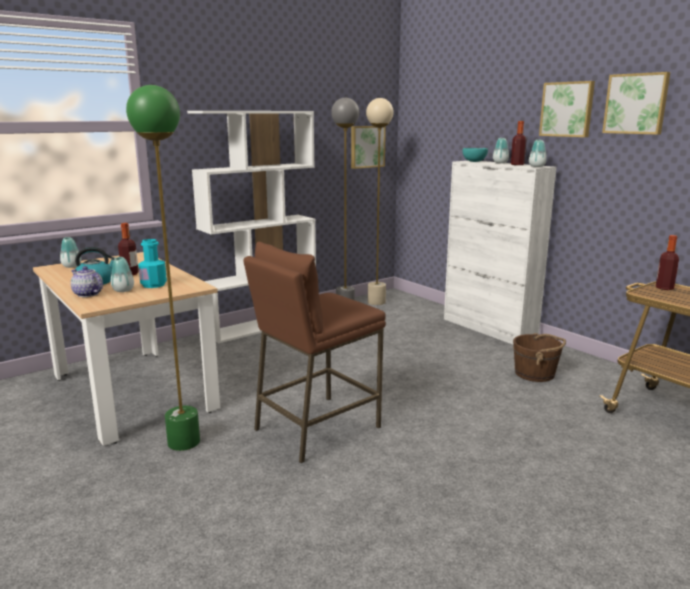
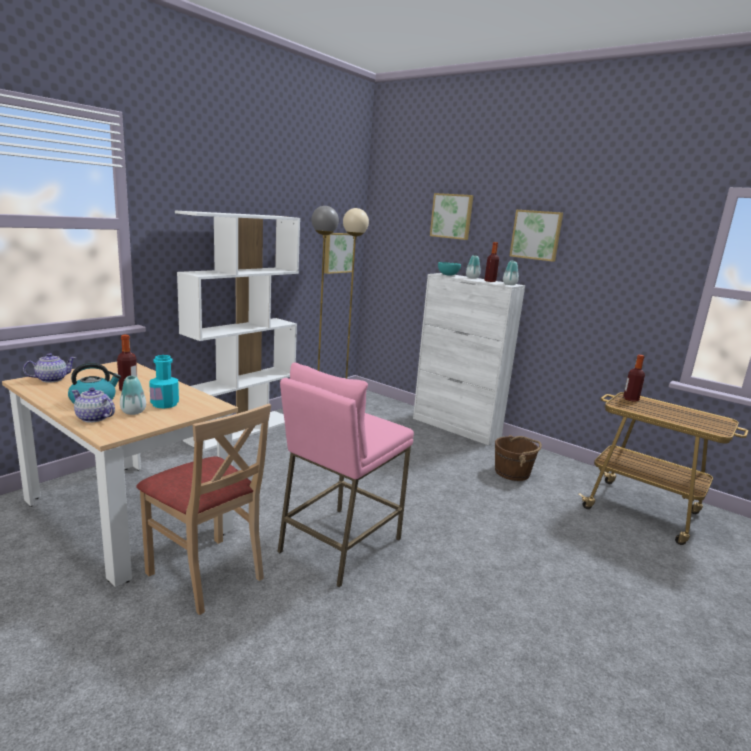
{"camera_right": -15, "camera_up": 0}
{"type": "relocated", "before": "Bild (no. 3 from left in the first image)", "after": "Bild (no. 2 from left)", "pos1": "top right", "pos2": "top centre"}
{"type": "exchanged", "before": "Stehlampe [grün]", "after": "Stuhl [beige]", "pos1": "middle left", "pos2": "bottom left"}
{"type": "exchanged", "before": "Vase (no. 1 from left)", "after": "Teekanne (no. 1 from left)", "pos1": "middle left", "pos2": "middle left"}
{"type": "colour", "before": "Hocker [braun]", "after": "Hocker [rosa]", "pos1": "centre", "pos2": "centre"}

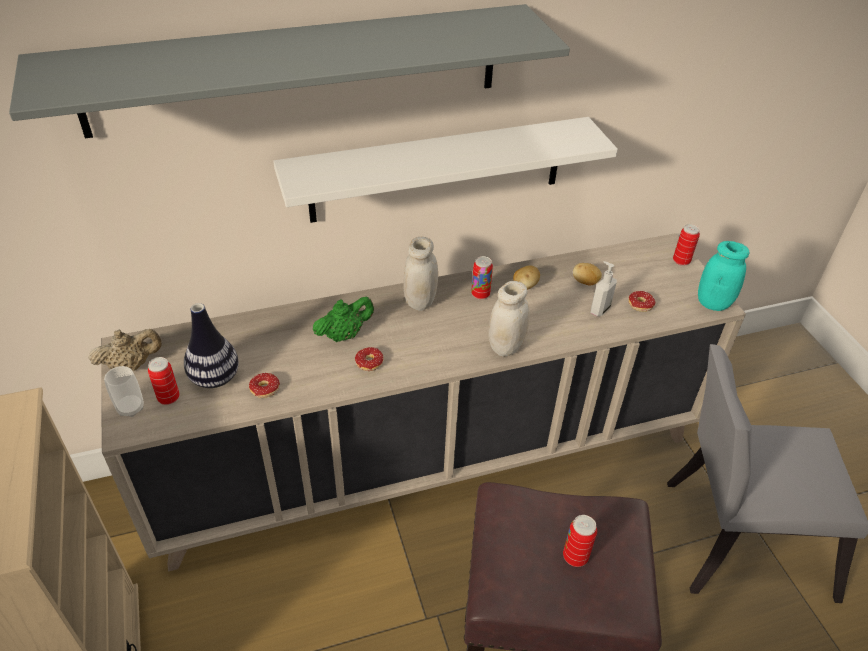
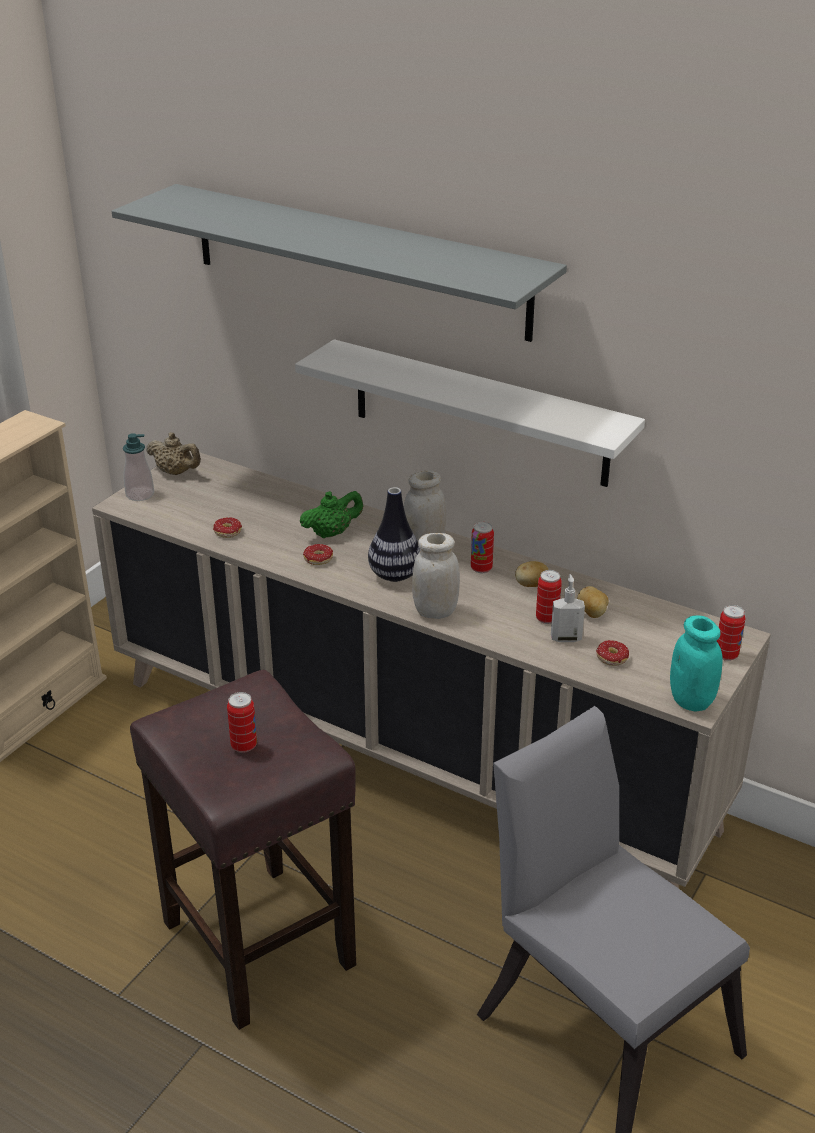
{"camera_right": 50, "camera_up": -10}
{"type": "spun", "before": "Teekanne [grün]", "pos1": "centre", "pos2": "centre", "turn": -45}
{"type": "relocated", "before": "Vase", "pos1": "middle left", "pos2": "centre"}
{"type": "relocated", "before": "Dose (no. 1 from left in the first image)", "after": "Dose (no. 3 from left)", "pos1": "middle left", "pos2": "middle right"}
{"type": "exchanged", "before": "Tasse", "after": "Seifenspender (no. 1 from left)", "pos1": "middle left", "pos2": "middle left"}

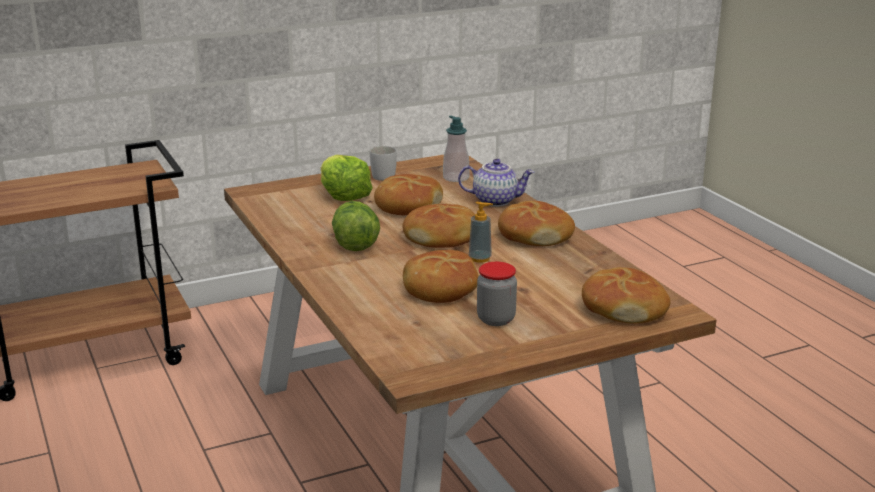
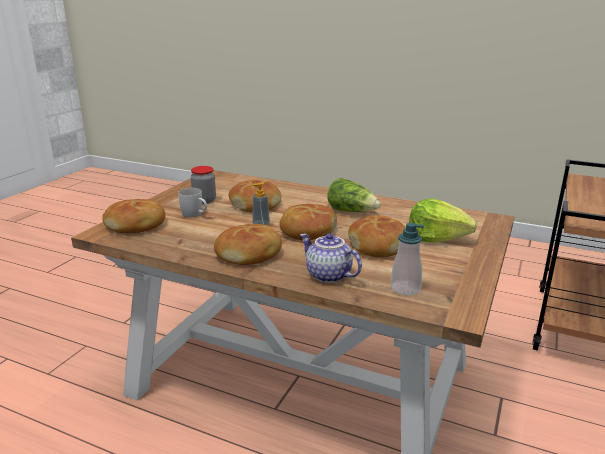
{"camera_right": 140, "camera_up": 0}
{"type": "relocated", "before": "Henkelbecher [weiß]", "pos1": "top centre", "pos2": "middle left"}
{"type": "spun", "before": "Teekanne", "pos1": "centre", "pos2": "centre", "turn": 75}

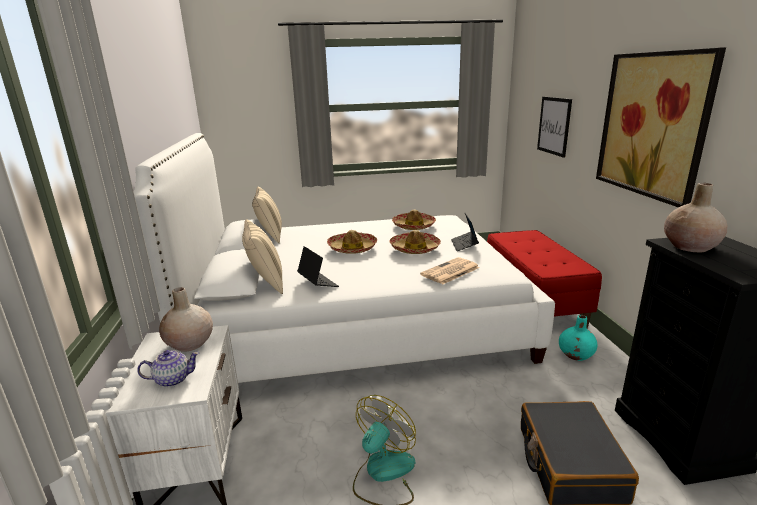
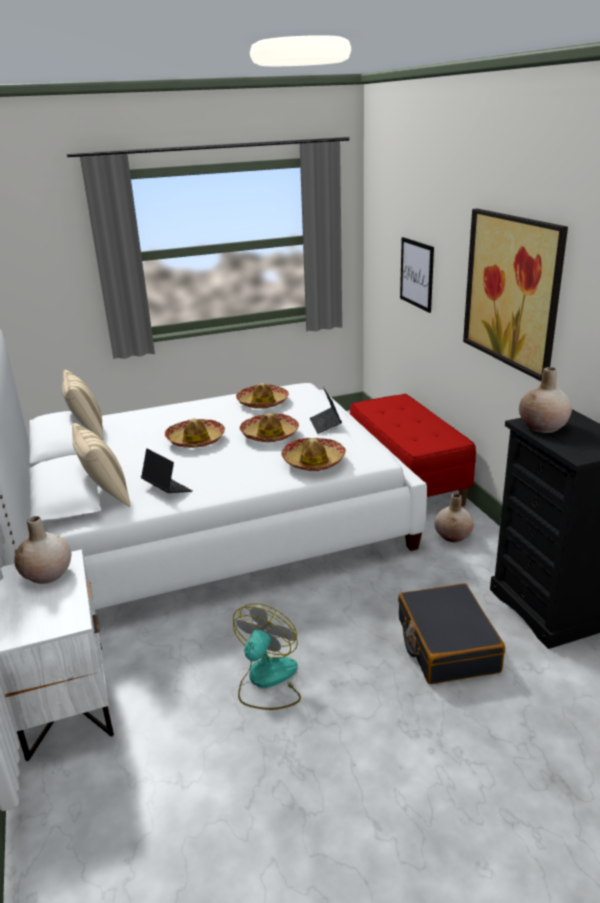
{"camera_right": -10, "camera_up": 5}
{"type": "exchanged", "before": "Zeitung", "after": "Hut (no. 4 from left)", "pos1": "centre", "pos2": "centre"}
{"type": "colour", "before": "Vase [türkis]", "after": "Vase [beige] (no. 2 from left)", "pos1": "bottom right", "pos2": "middle right"}
{"type": "missing", "before": "Teekanne", "pos1": "bottom left"}

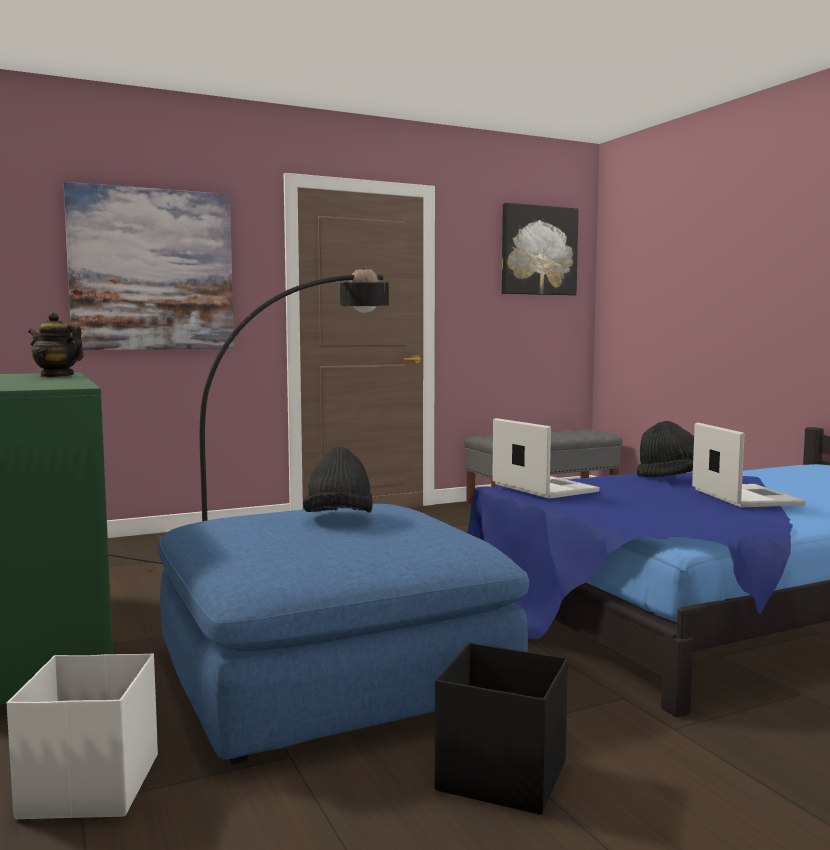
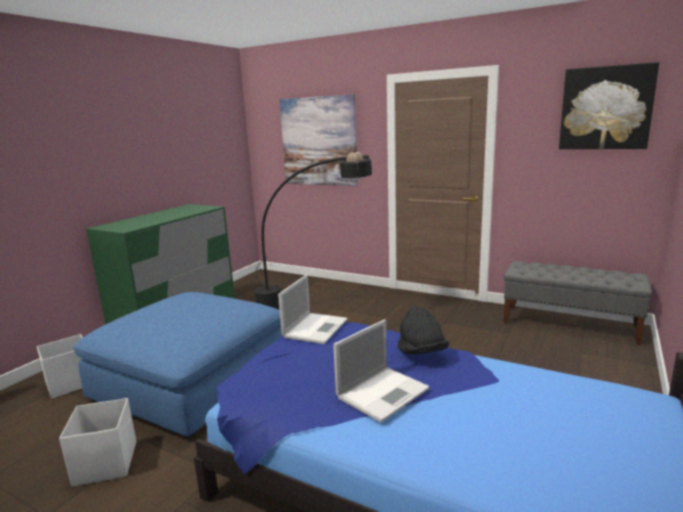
{"camera_right": 55, "camera_up": 10}
{"type": "missing", "before": "Teekanne", "pos1": "middle left"}
{"type": "missing", "before": "Hut [schwarz] (no. 1 from left)", "pos1": "centre"}
{"type": "colour", "before": "Aufbewahrungsbox [schwarz]", "after": "Aufbewahrungsbox [weiß] (no. 2 from left)", "pos1": "bottom centre", "pos2": "bottom left"}

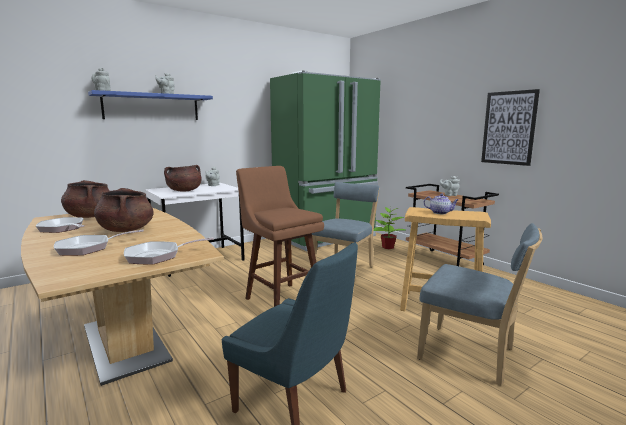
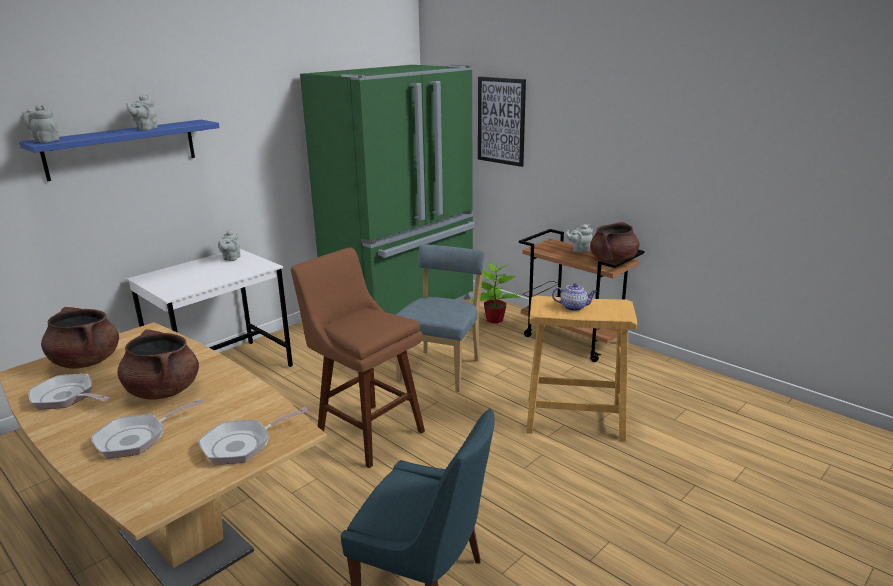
{"camera_right": -10, "camera_up": 10}
{"type": "relocated", "before": "Bild", "pos1": "top right", "pos2": "top centre"}
{"type": "relocated", "before": "Kochtopf [braun] (no. 3 from left)", "pos1": "middle left", "pos2": "middle right"}
{"type": "missing", "before": "Stuhl [blau] (no. 3 from left)", "pos1": "bottom right"}

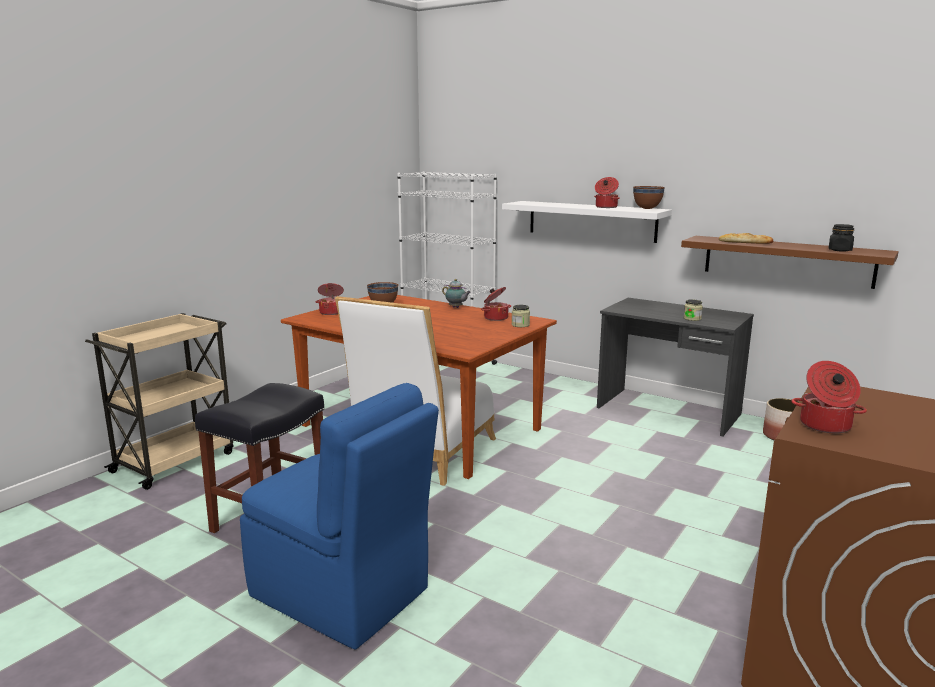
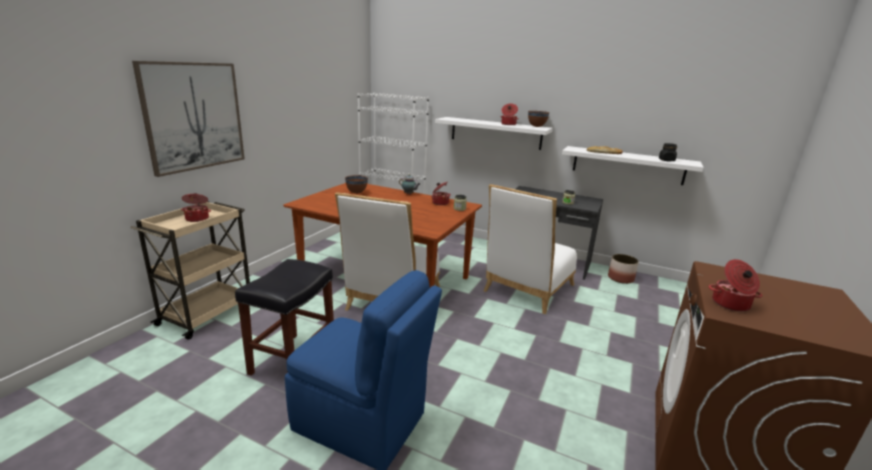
{"camera_right": -10, "camera_up": 5}
{"type": "colour", "before": "Wandregal [braun]", "after": "Wandregal [weiß] (no. 2 from left)", "pos1": "middle right", "pos2": "middle right"}
{"type": "relocated", "before": "Kochtopf (no. 1 from left)", "pos1": "centre", "pos2": "middle left"}
{"type": "appeared", "after": "Bild", "pos2": "top left"}
{"type": "appeared", "after": "Stuhl [weiß] (no. 2 from left)", "pos2": "centre"}

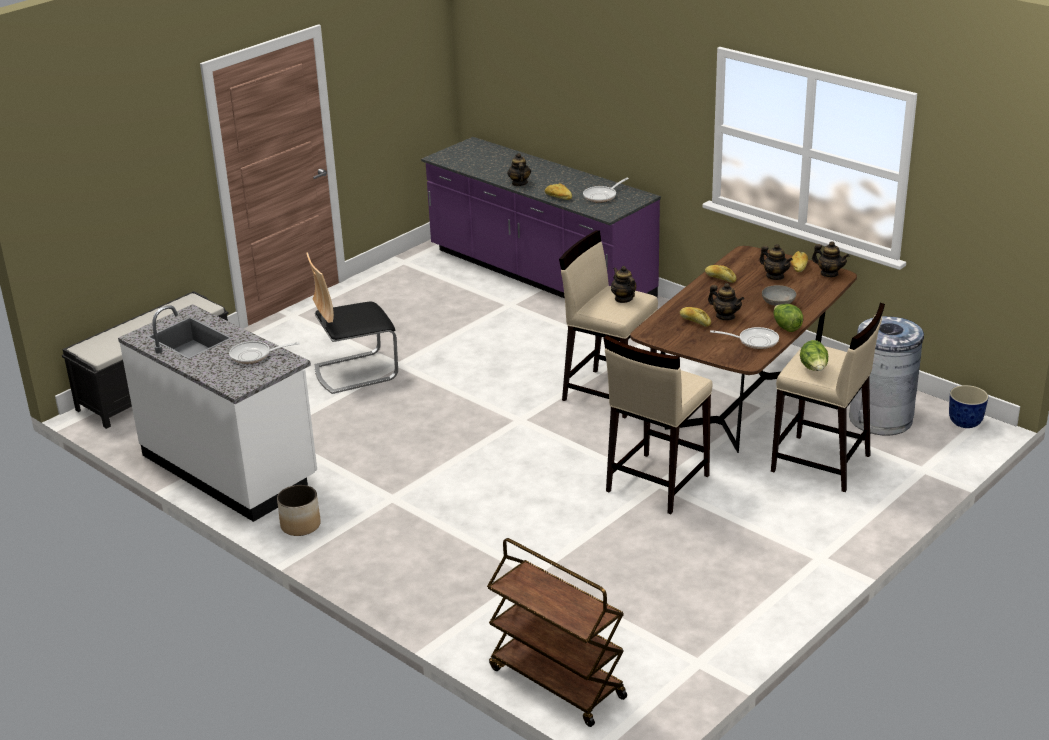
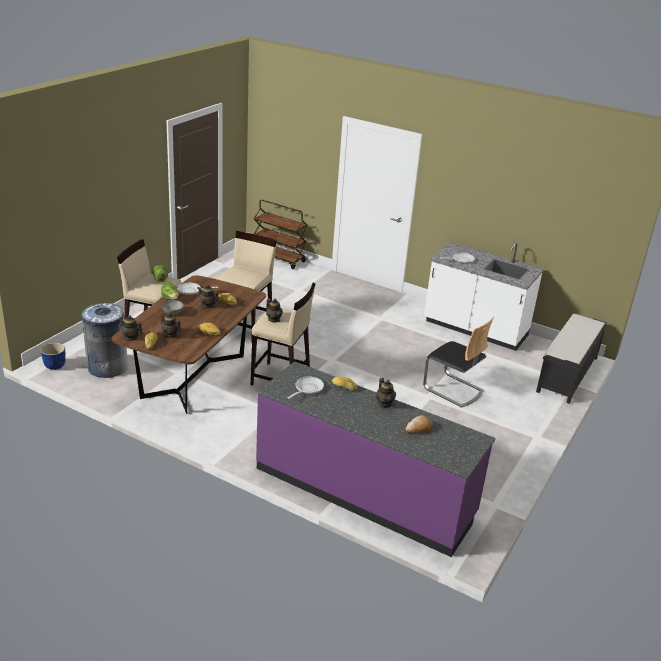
{"camera_right": 165, "camera_up": 0}
{"type": "spun", "before": "Stuhl", "pos1": "centre", "pos2": "middle right", "turn": 75}
{"type": "missing", "before": "Pflanzkübel (no. 1 from left)", "pos1": "bottom left"}
{"type": "appeared", "after": "Brot (no. 5 from left)", "pos2": "centre"}

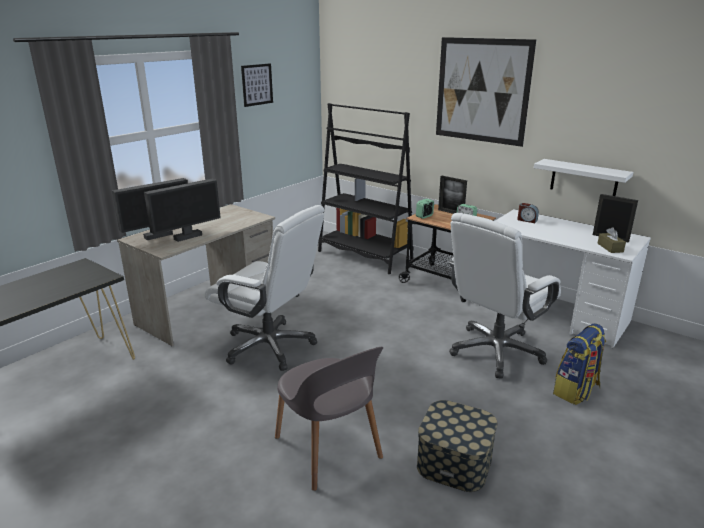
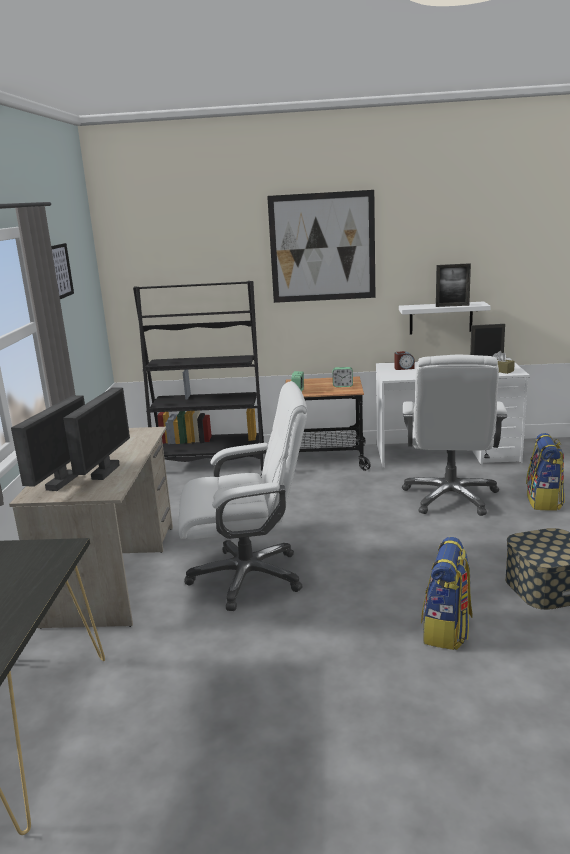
{"camera_right": -35, "camera_up": -5}
{"type": "relocated", "before": "Bilderrahmen (no. 1 from left)", "pos1": "centre", "pos2": "middle right"}
{"type": "exchanged", "before": "Stuhl [grau]", "after": "Rucksack (no. 1 from left)", "pos1": "bottom centre", "pos2": "bottom right"}

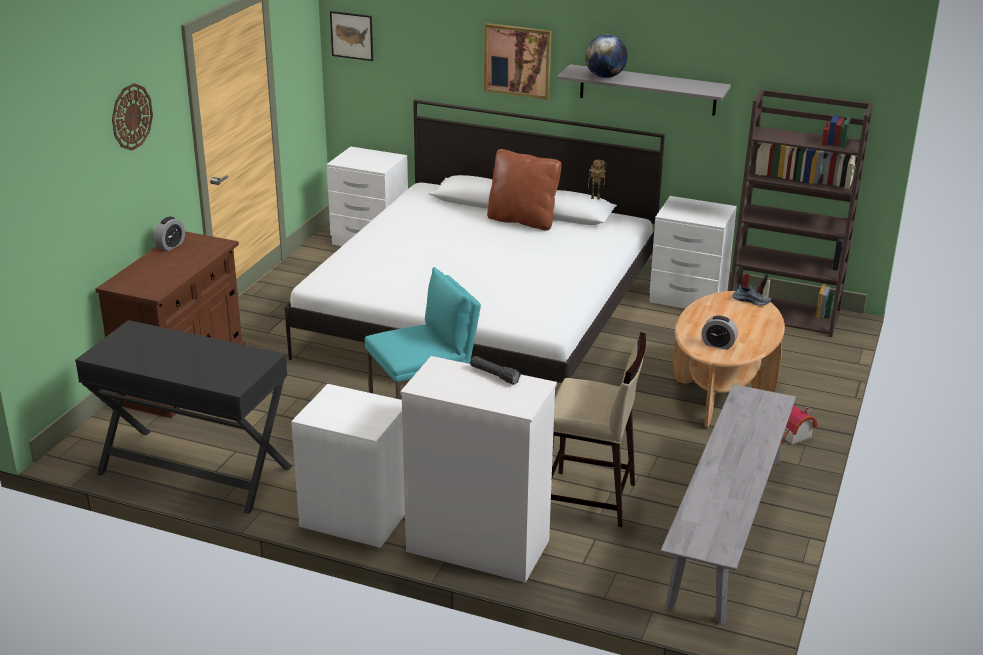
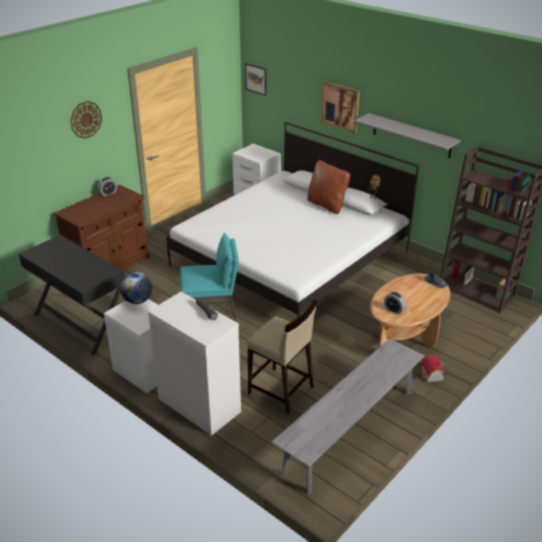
{"camera_right": 20, "camera_up": 5}
{"type": "relocated", "before": "Globus", "pos1": "top centre", "pos2": "middle left"}
{"type": "missing", "before": "Nachttisch [weiß] (no. 3 from left)", "pos1": "middle right"}

